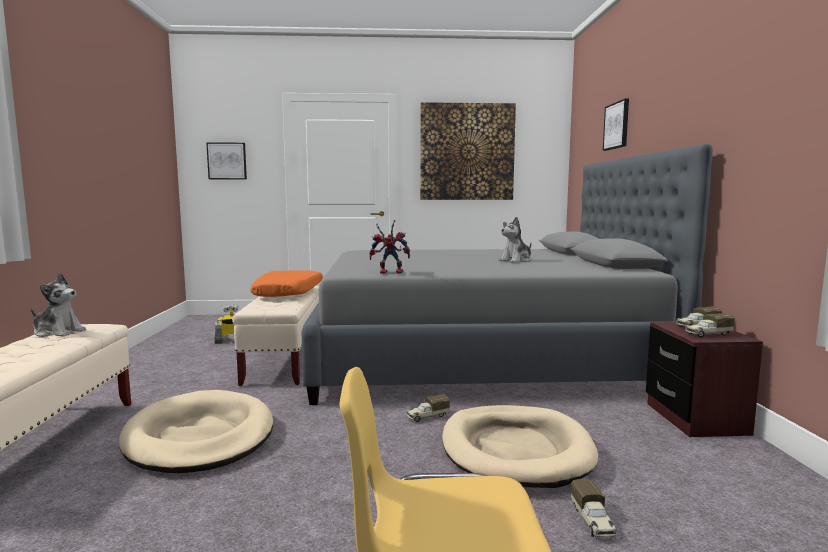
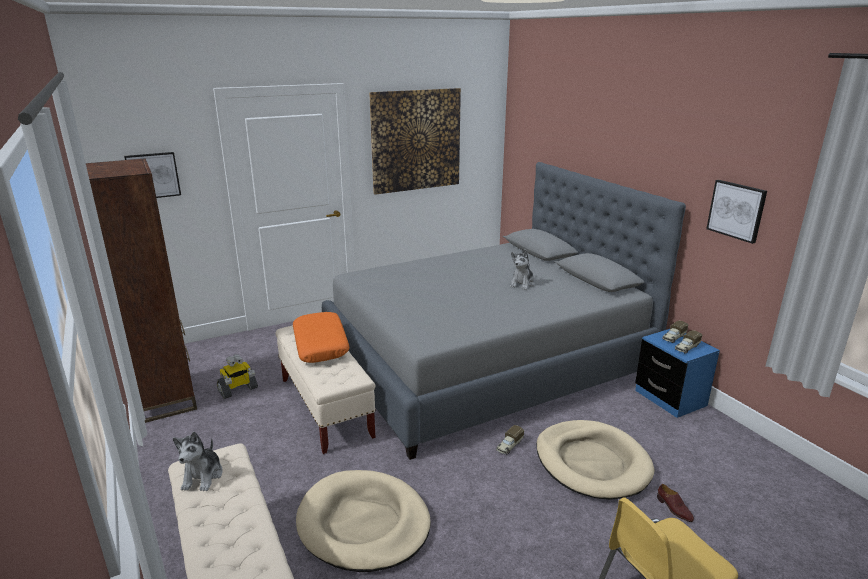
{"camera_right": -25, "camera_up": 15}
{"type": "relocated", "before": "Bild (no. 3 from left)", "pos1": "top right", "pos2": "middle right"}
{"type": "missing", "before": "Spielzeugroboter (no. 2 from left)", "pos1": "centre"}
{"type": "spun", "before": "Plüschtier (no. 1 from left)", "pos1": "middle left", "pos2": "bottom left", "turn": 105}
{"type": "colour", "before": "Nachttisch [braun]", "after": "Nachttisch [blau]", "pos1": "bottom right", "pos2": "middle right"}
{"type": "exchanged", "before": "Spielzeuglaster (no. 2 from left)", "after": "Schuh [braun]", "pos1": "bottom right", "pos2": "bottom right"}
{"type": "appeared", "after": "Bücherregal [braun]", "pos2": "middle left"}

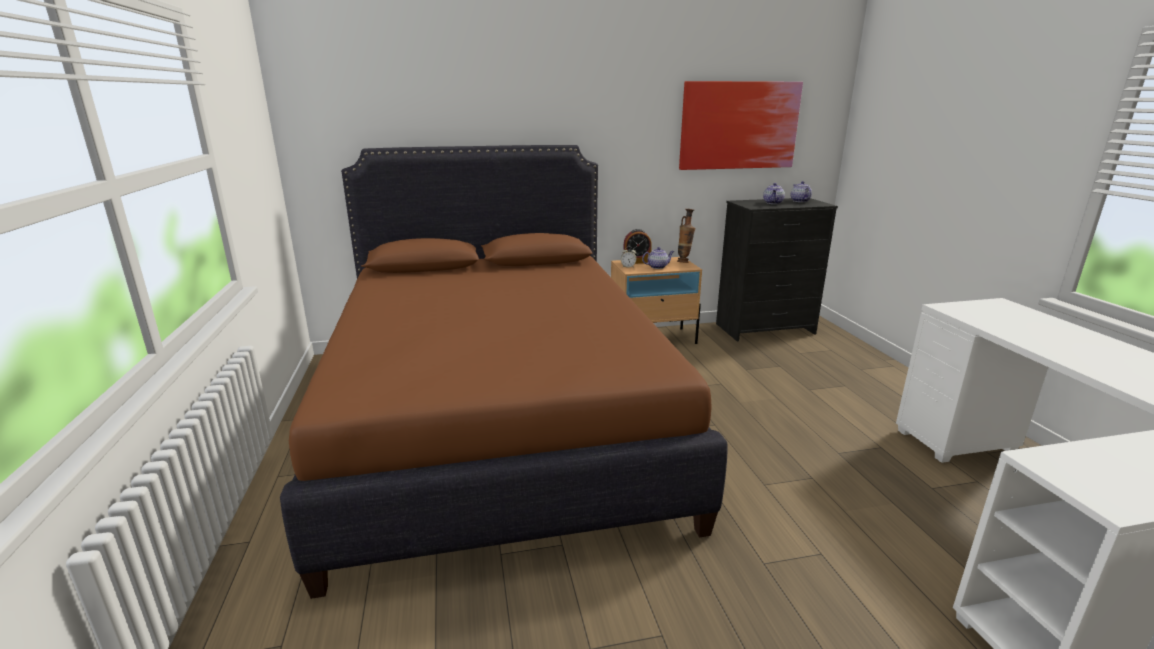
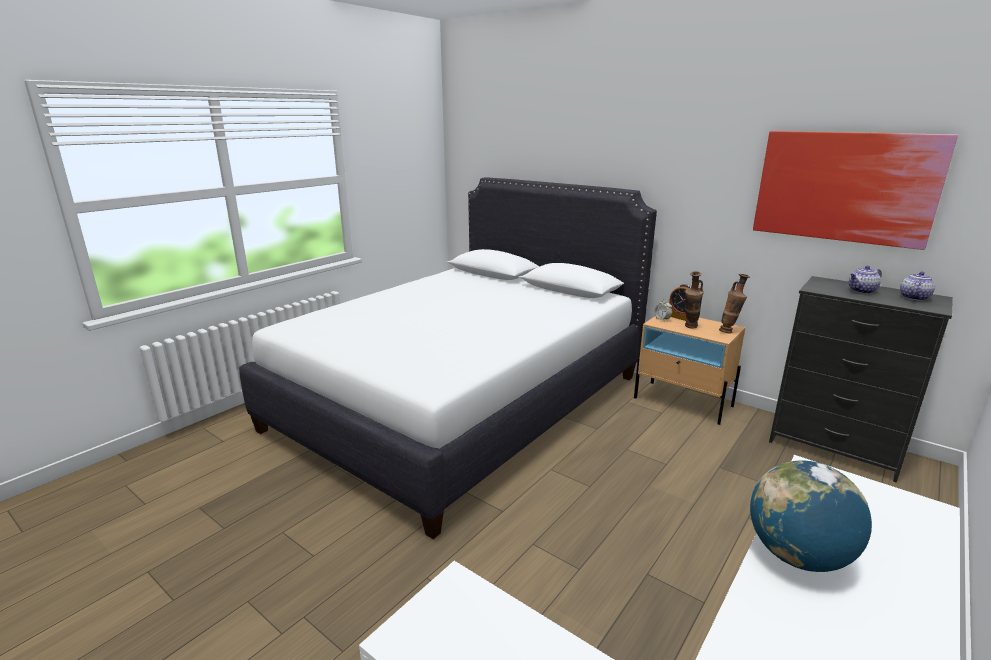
{"camera_right": 50, "camera_up": 0}
{"type": "colour", "before": "Bett [braun]", "after": "Bett [weiß]", "pos1": "centre", "pos2": "centre"}
{"type": "exchanged", "before": "Teekanne (no. 1 from left)", "after": "Vase (no. 1 from left)", "pos1": "centre", "pos2": "middle right"}
{"type": "appeared", "after": "Globus", "pos2": "bottom right"}

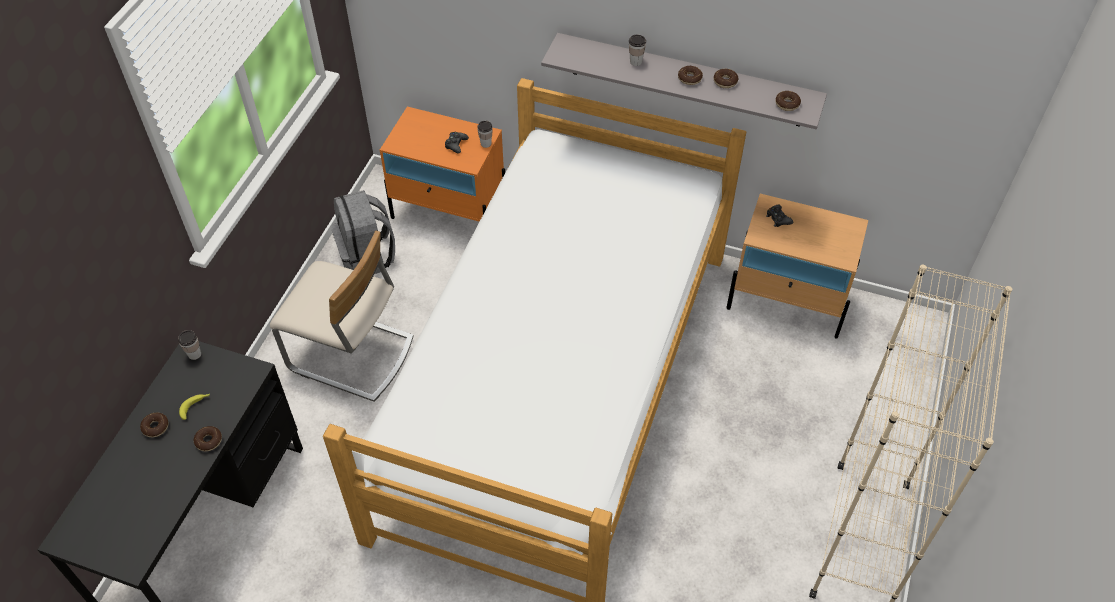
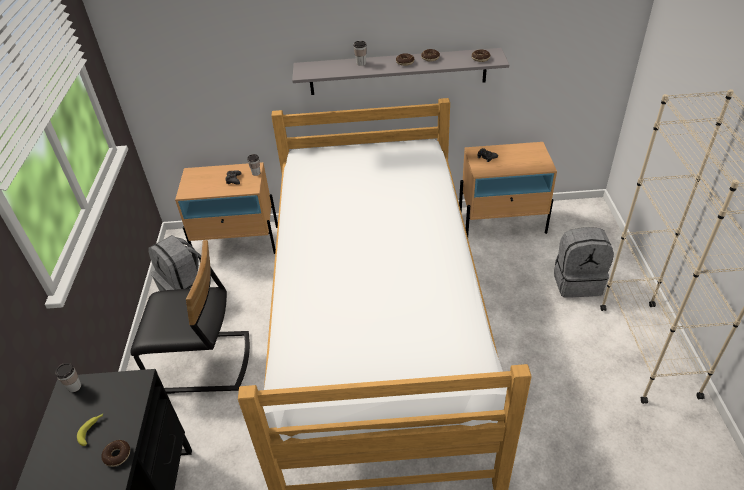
{"camera_right": -20, "camera_up": -10}
{"type": "colour", "before": "Nachttisch [orange]", "after": "Nachttisch [beige] (no. 1 from left)", "pos1": "top centre", "pos2": "middle left"}
{"type": "colour", "before": "Stuhl [beige]", "after": "Stuhl [schwarz]", "pos1": "middle left", "pos2": "middle left"}
{"type": "missing", "before": "Donut (no. 1 from left)", "pos1": "bottom left"}
{"type": "appeared", "after": "Rucksack [grau] (no. 2 from left)", "pos2": "middle right"}

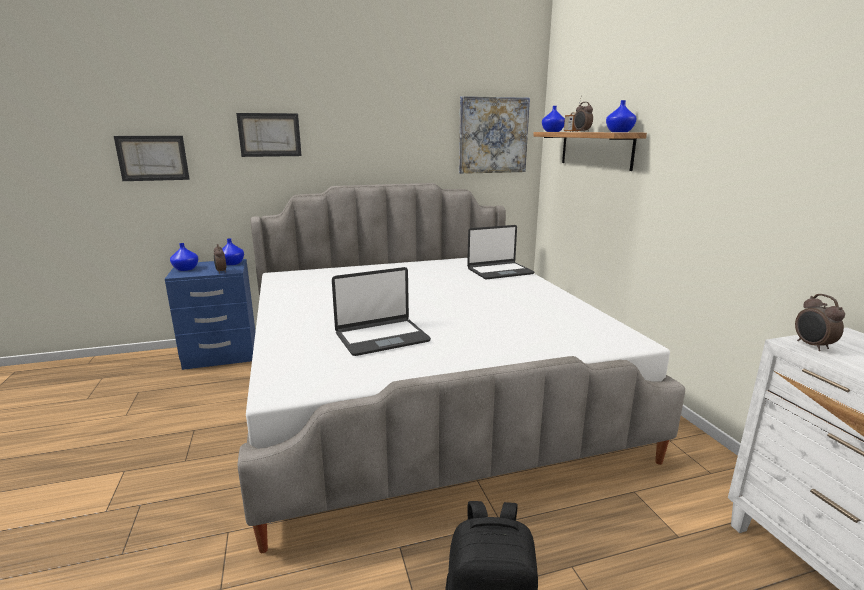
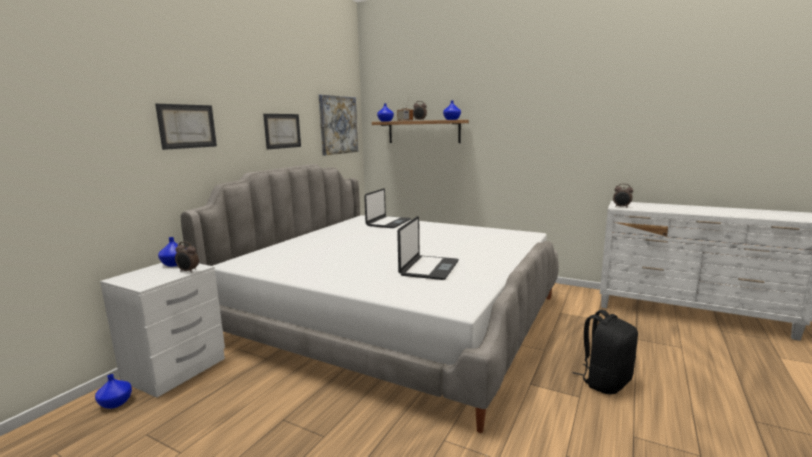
{"camera_right": -45, "camera_up": -5}
{"type": "relocated", "before": "Bild (no. 1 from left in the first image)", "after": "Bild (no. 2 from left)", "pos1": "top left", "pos2": "top centre"}
{"type": "relocated", "before": "Vase [blau] (no. 1 from left)", "pos1": "middle left", "pos2": "bottom left"}
{"type": "colour", "before": "Nachttisch [blau]", "after": "Nachttisch [weiß]", "pos1": "middle left", "pos2": "bottom left"}

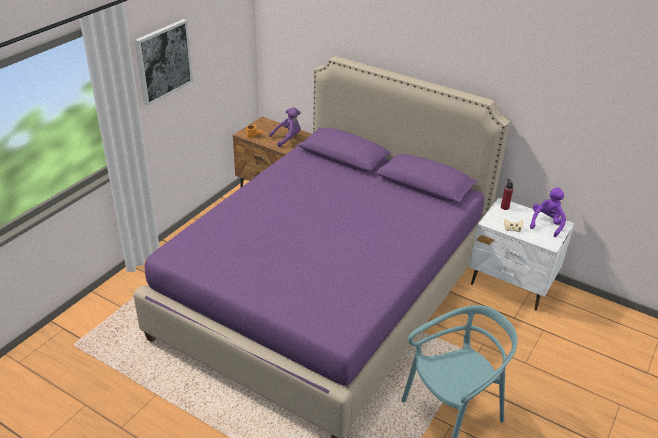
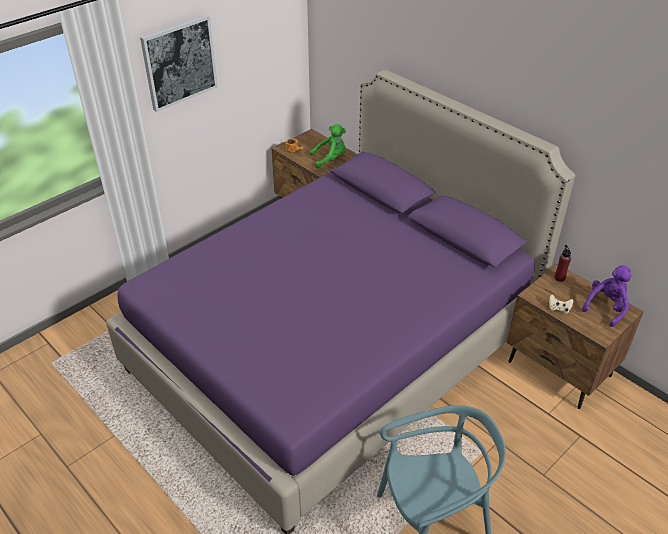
{"camera_right": 15, "camera_up": 5}
{"type": "colour", "before": "Plüschtier [lila] (no. 1 from left)", "after": "Plüschtier [grün]", "pos1": "top centre", "pos2": "top centre"}
{"type": "colour", "before": "Nachttisch [weiß]", "after": "Nachttisch [braun] (no. 2 from left)", "pos1": "middle right", "pos2": "middle right"}

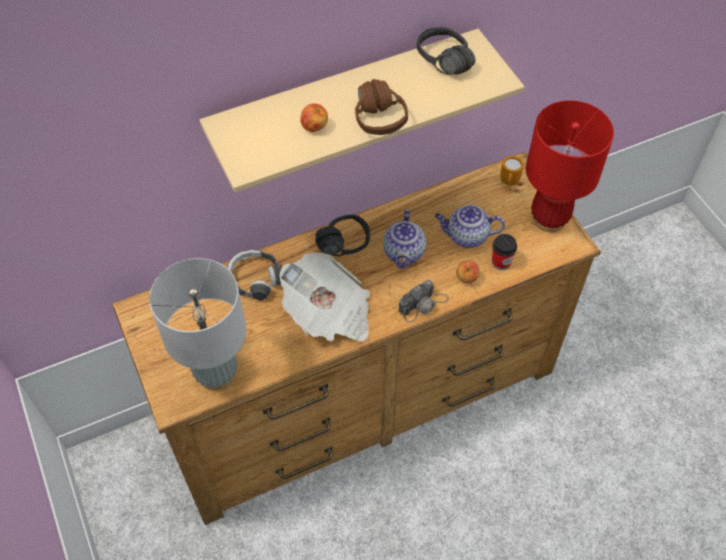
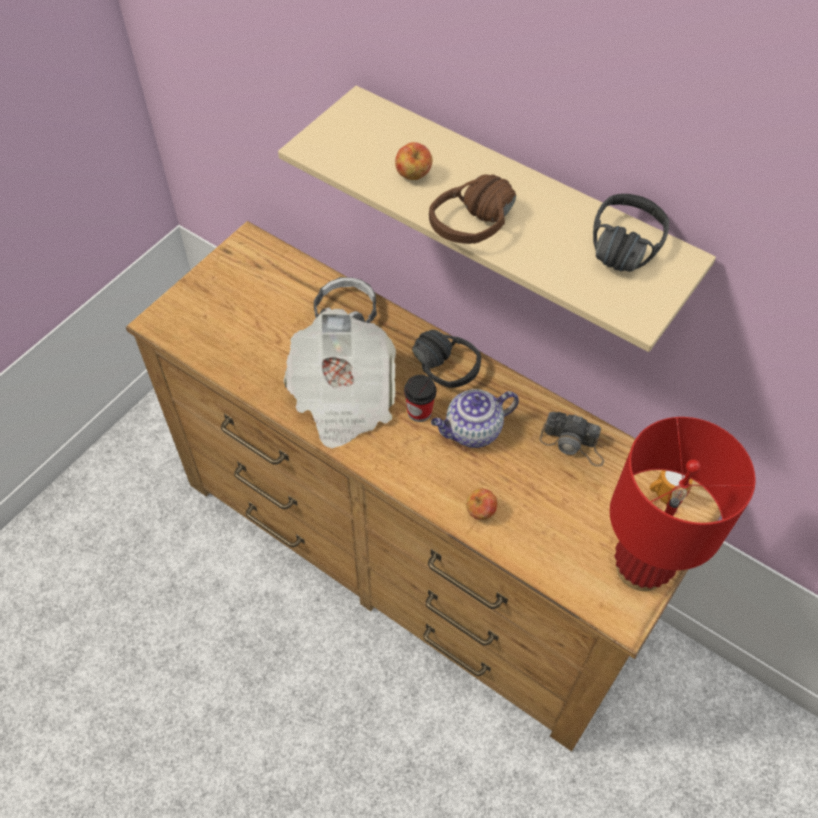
{"camera_right": 60, "camera_up": 0}
{"type": "missing", "before": "Teekanne (no. 2 from left)", "pos1": "centre"}
{"type": "relocated", "before": "Tasse", "pos1": "middle right", "pos2": "centre"}
{"type": "missing", "before": "Tischlampe [grau]", "pos1": "middle left"}
{"type": "relocated", "before": "Kamera", "pos1": "centre", "pos2": "middle right"}

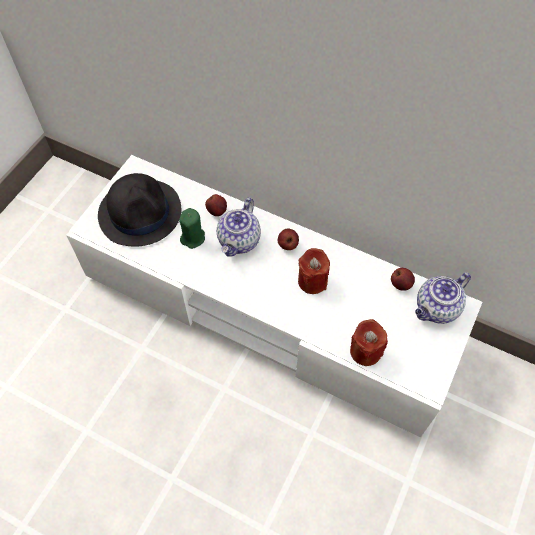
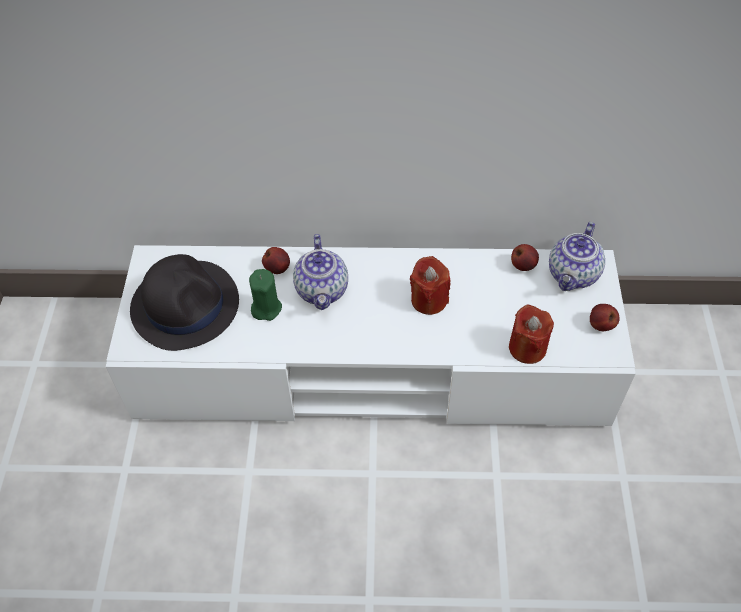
{"camera_right": -25, "camera_up": -5}
{"type": "relocated", "before": "Apfel (no. 2 from left in the first image)", "after": "Apfel (no. 3 from left)", "pos1": "centre", "pos2": "middle right"}

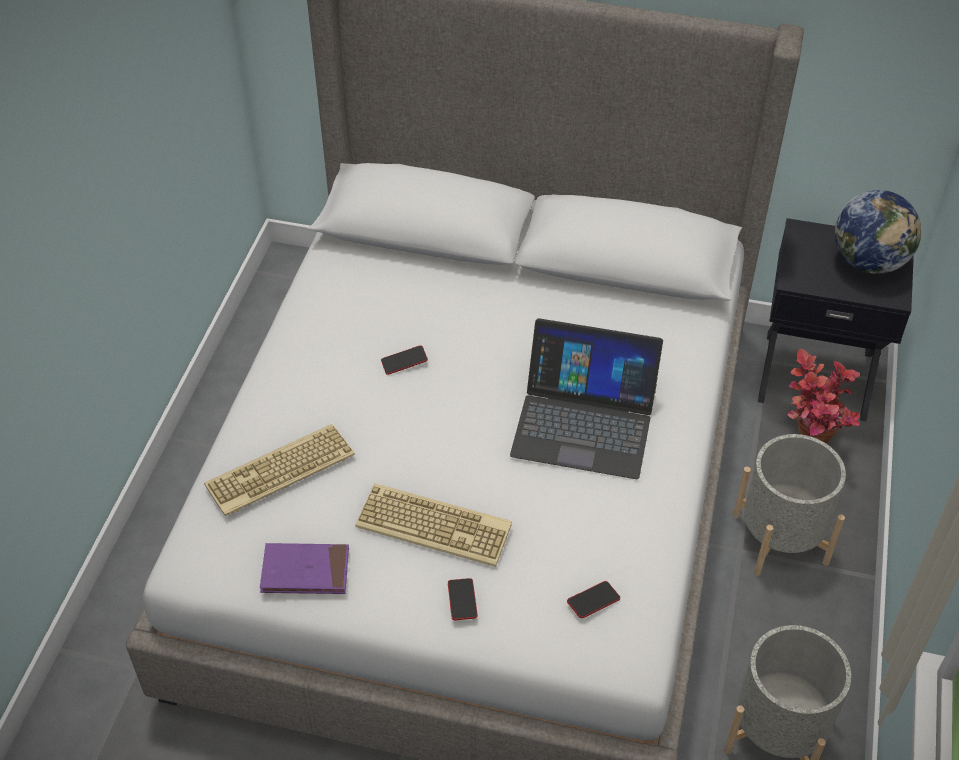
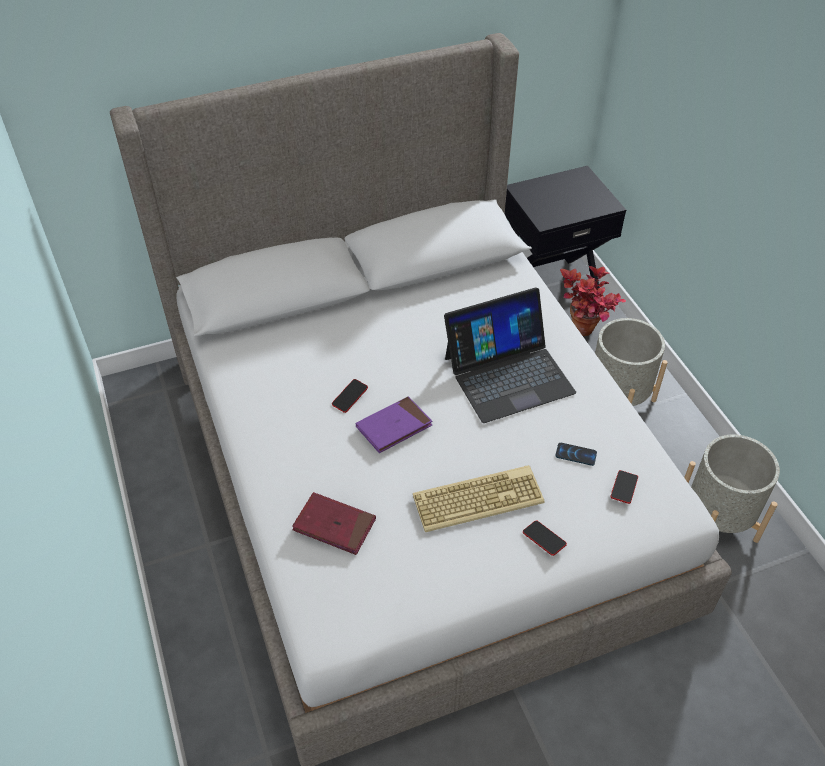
{"camera_right": -35, "camera_up": 0}
{"type": "missing", "before": "Globus", "pos1": "top right"}
{"type": "exchanged", "before": "Tastatur (no. 1 from left)", "after": "Buch [rot]", "pos1": "middle left", "pos2": "bottom centre"}
{"type": "relocated", "before": "Buch [lila]", "pos1": "bottom left", "pos2": "centre"}
{"type": "appeared", "after": "Handy (no. 3 from left)", "pos2": "middle right"}

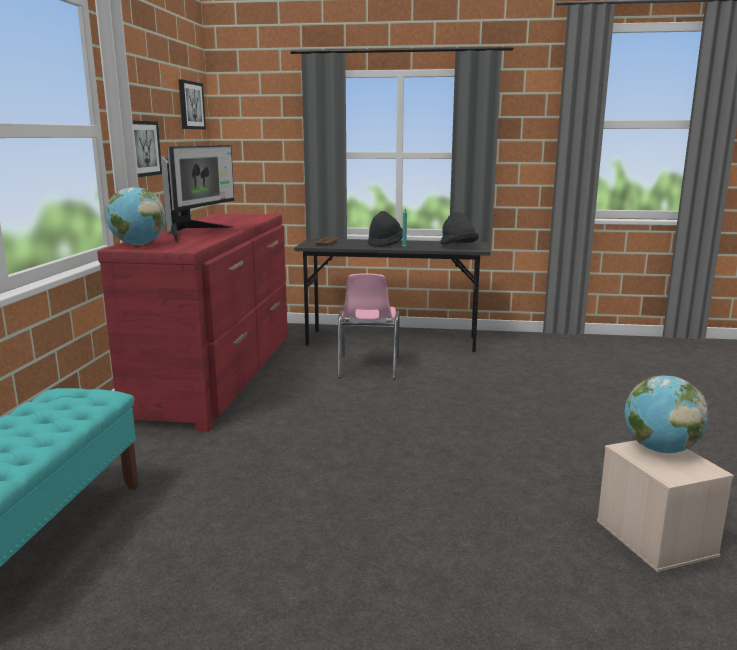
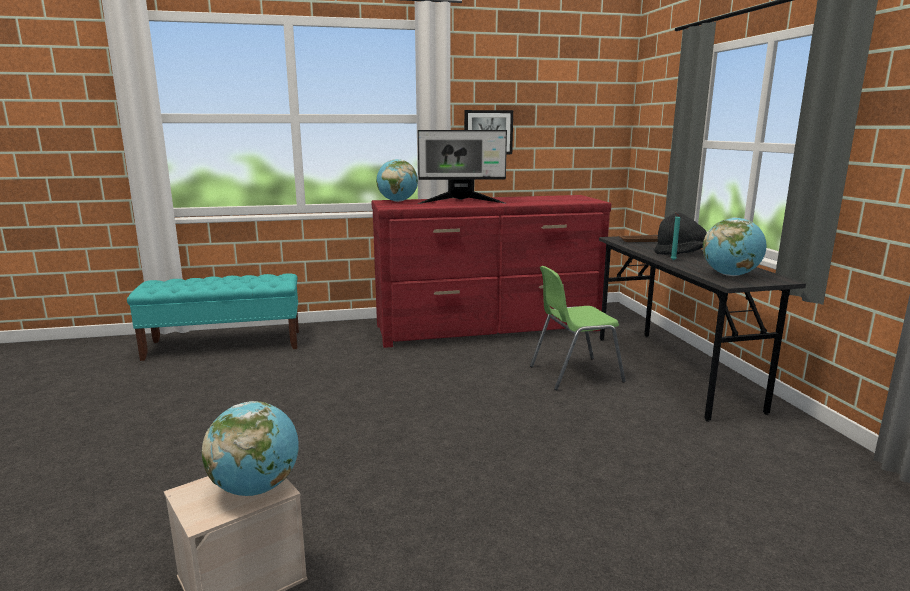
{"camera_right": 70, "camera_up": 0}
{"type": "missing", "before": "Bild (no. 2 from left)", "pos1": "top left"}
{"type": "exchanged", "before": "Hut [schwarz] (no. 2 from left)", "after": "Globus (no. 3 from left)", "pos1": "centre", "pos2": "middle right"}
{"type": "colour", "before": "Stuhl [rosa]", "after": "Stuhl [grün]", "pos1": "centre", "pos2": "centre"}

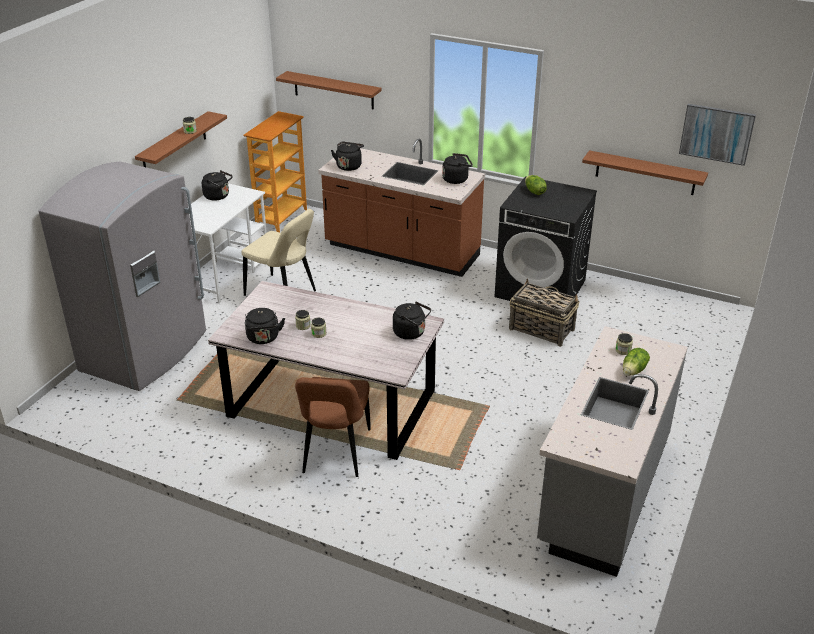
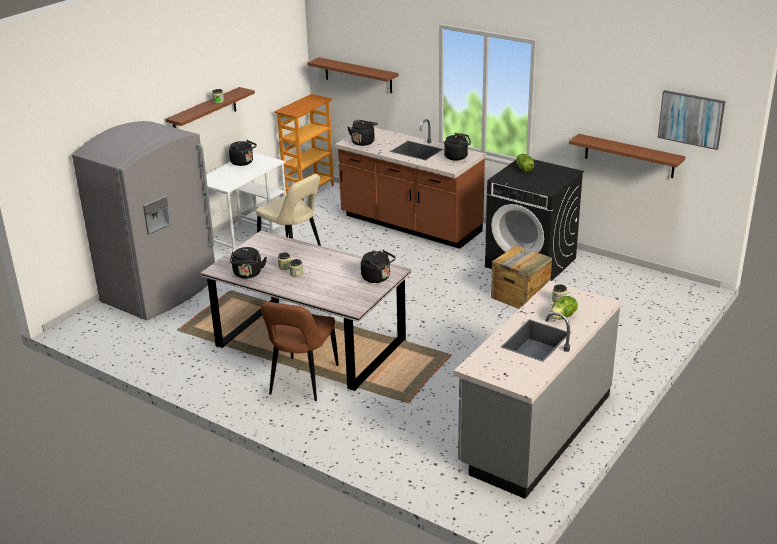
{"camera_right": 10, "camera_up": -5}
{"type": "exchanged", "before": "Korb", "after": "Kiste", "pos1": "middle right", "pos2": "middle right"}

